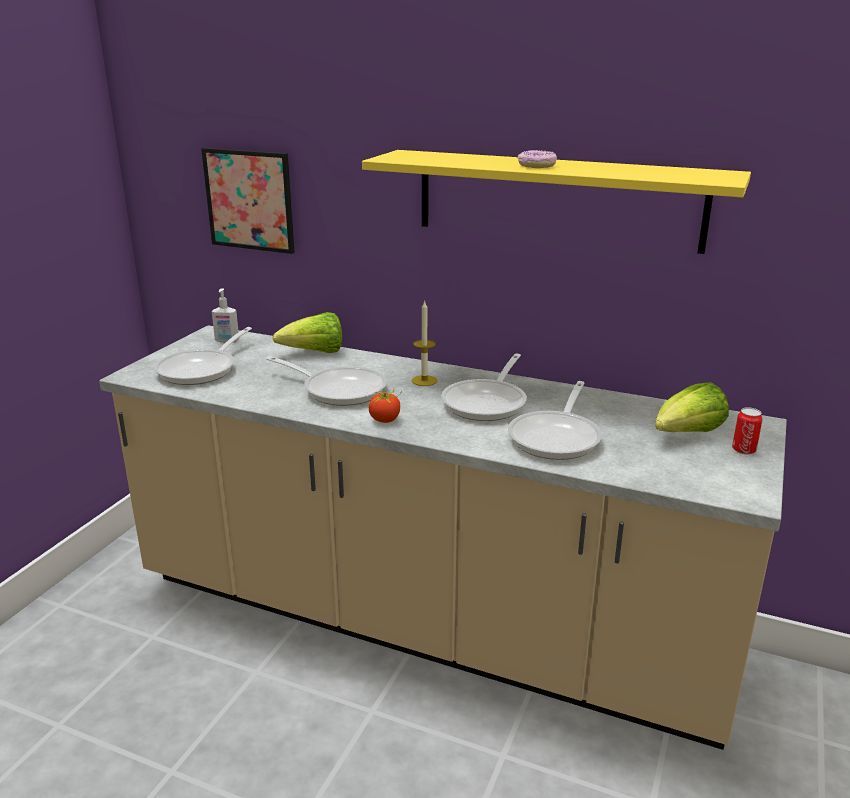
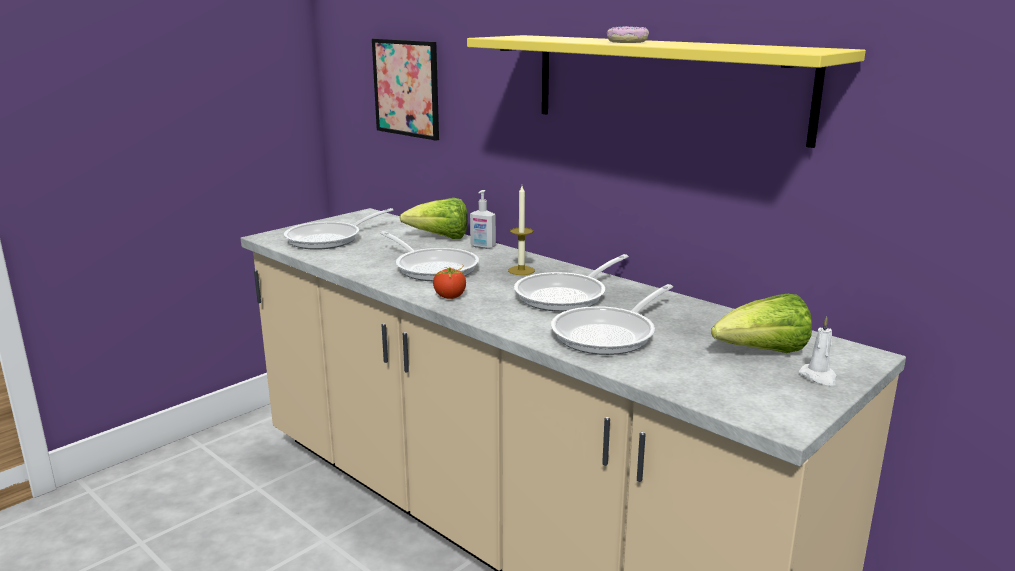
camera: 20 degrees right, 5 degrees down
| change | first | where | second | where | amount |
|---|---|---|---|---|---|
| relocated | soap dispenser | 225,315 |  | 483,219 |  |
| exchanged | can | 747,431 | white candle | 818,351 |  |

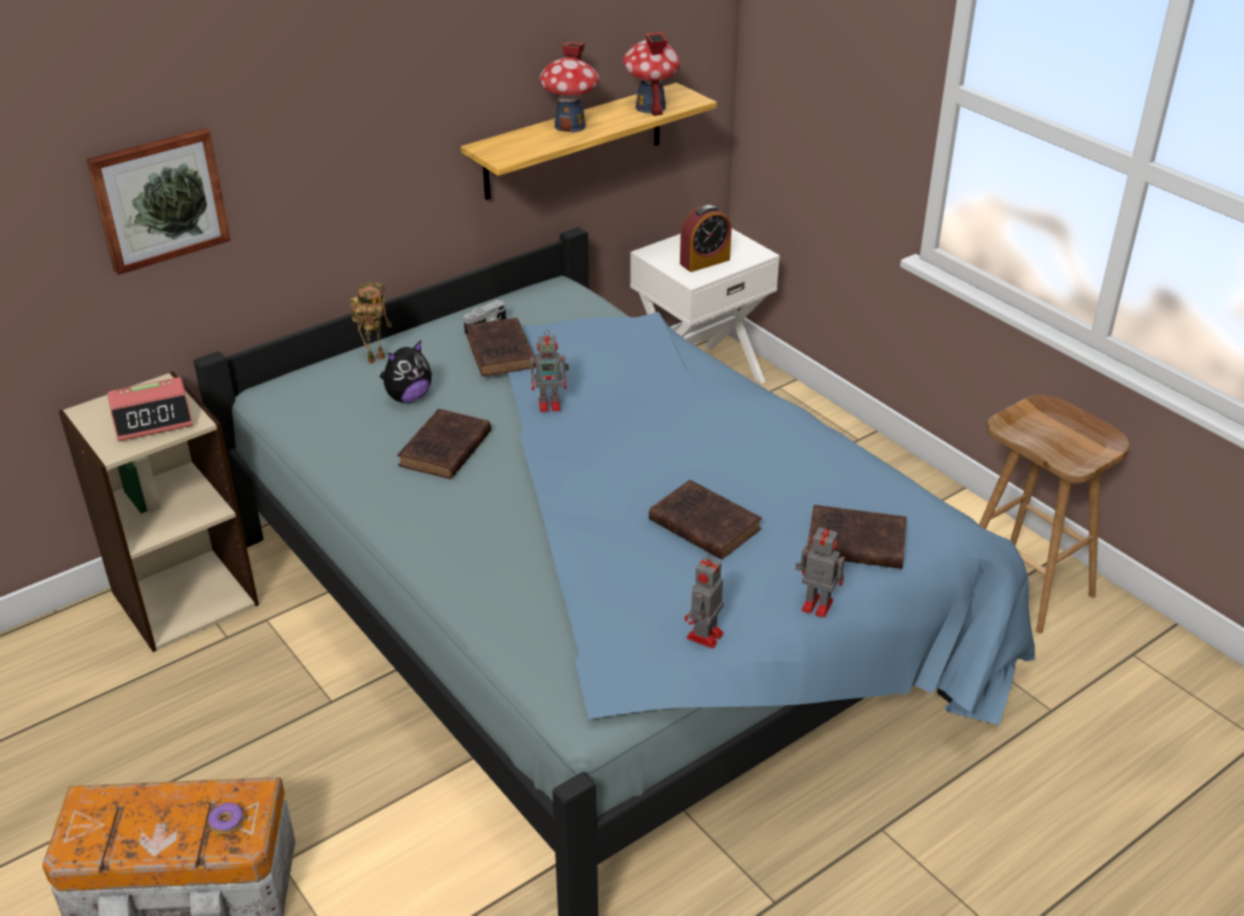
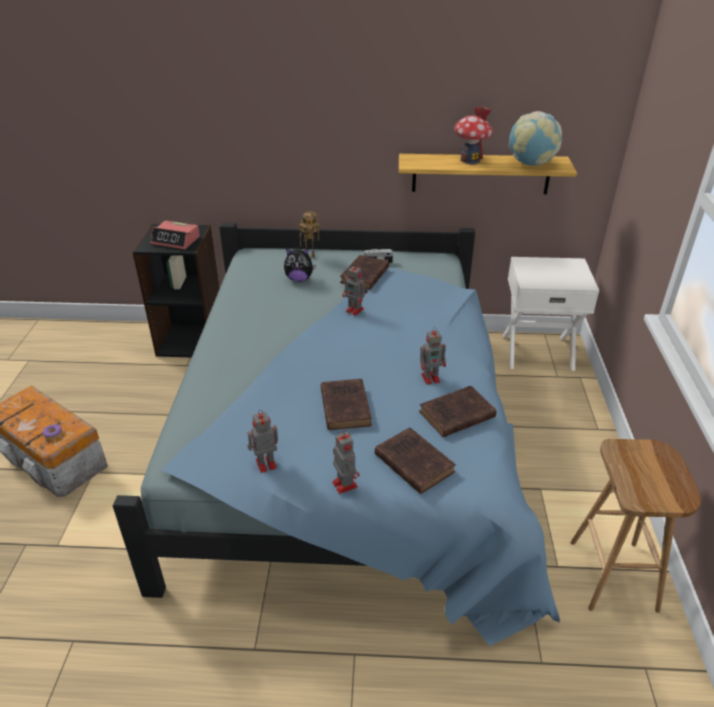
camera: 40 degrees right, 0 degrees up
| change | first | where | second | where | amount |
|---|---|---|---|---|---|
| colour | beige-coloured shelving unit | 158,511 | black shelving unit | 176,291 |  |
| missing | wall picture | 158,201 |  |  |  |
| relocated | brownish book | 444,444 |  | 457,411 |  |
| exchanged | miniature house | 651,74 | world globe | 535,138 |  |
| missing | alarm clock | 706,238 |  |  |  |
| appeared |  |  | robot figure | 433,355 |  |

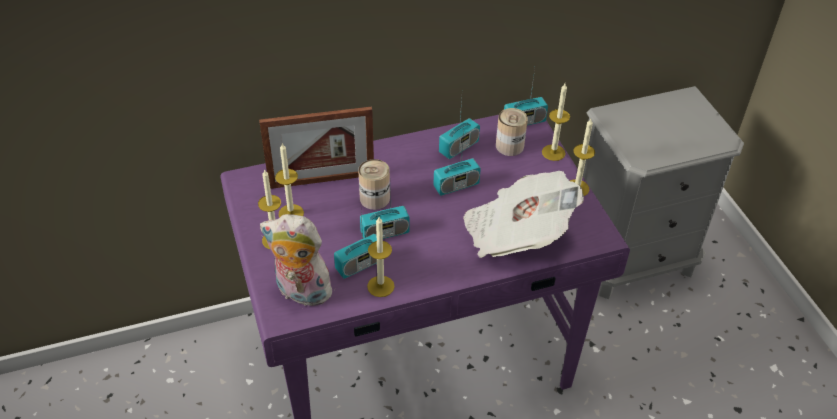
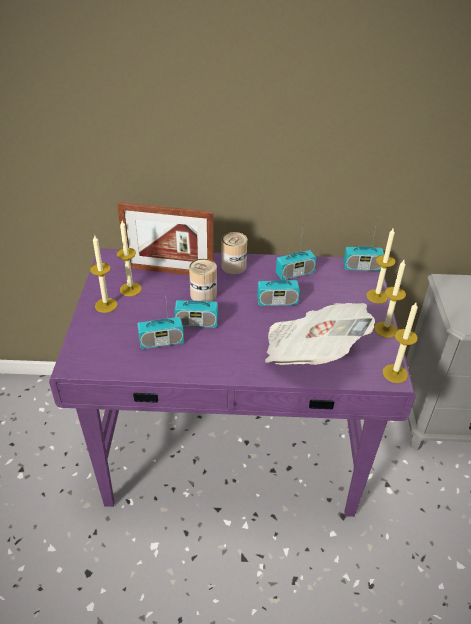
camera: 20 degrees right, 5 degrees down
| change | first | where | second | where | amount |
|---|---|---|---|---|---|
| missing | soft toy | 298,260 |  |  |  |
| relocated | candle | 381,257 |  | 400,343 |  |
| relocated | can | 512,132 |  | 234,253 |  |

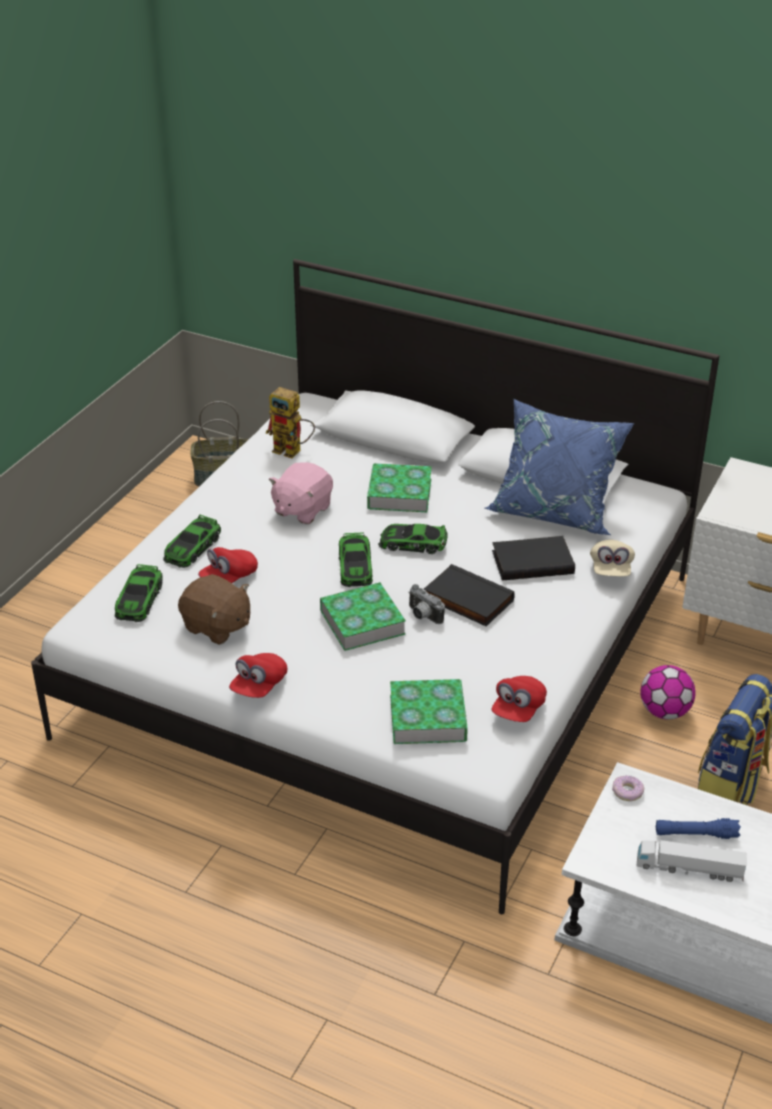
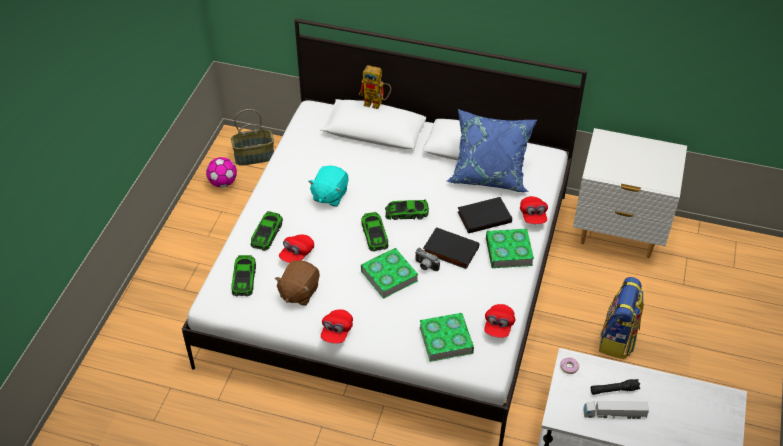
camera: 10 degrees left, 10 degrees up
| change | first | where | second | where | amount |
|---|---|---|---|---|---|
| spun | brownish soft toy | 214,609 |  | 297,283 | 90 degrees clockwise |
| relocated | robot figure | 290,422 |  | 375,87 |  |
| colour | pink soft toy | 301,493 | blue-green soft toy | 328,186 |  |
| relocated | book | 399,487 |  | 510,248 |  |
| colour | beige-coloured baseball cap | 612,558 | red baseball cap | 534,210 |  |
| relocated | football ball | 668,692 |  | 221,172 |  |
| colour | bluish torch | 698,828 | black torch | 615,387 |  |

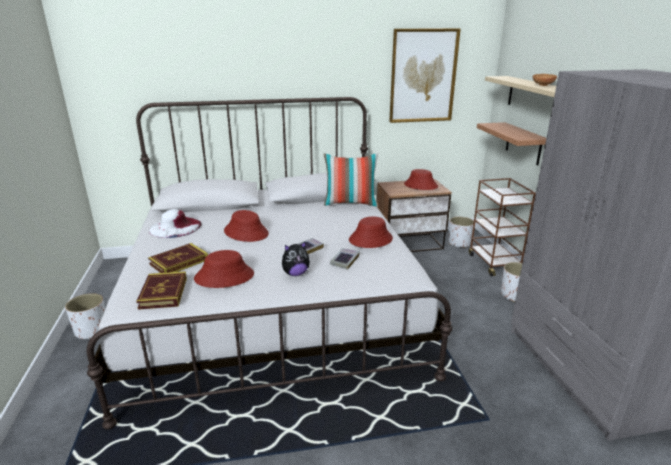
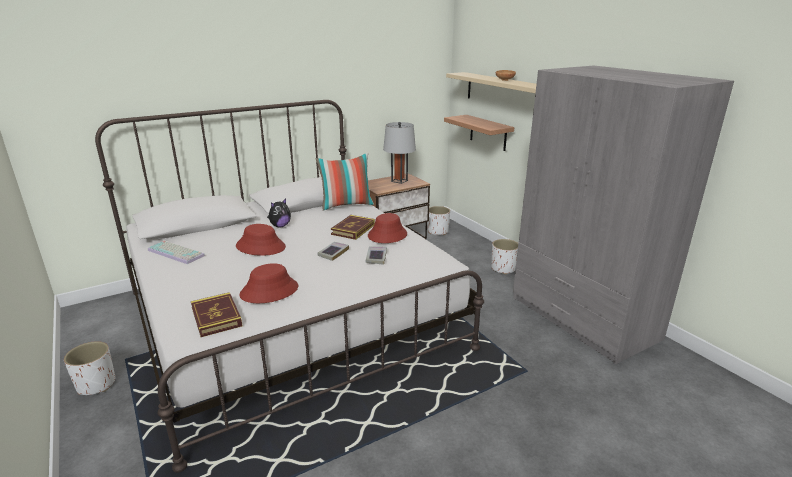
camera: 20 degrees left, 0 degrees up
| change | first | where | second | where | amount |
|---|---|---|---|---|---|
| relocated | book | 178,258 |  | 353,227 |  |
| exchanged | white hat | 175,223 | computer keyboard | 176,252 |  |
| relocated | soft toy | 296,259 |  | 279,213 |  |
| missing | wall picture | 425,75 |  |  |  |
| exchanged | red hat | 421,179 | grey lamp for a table | 399,153 |  |
| missing | brownish trolley | 502,227 |  |  |  |

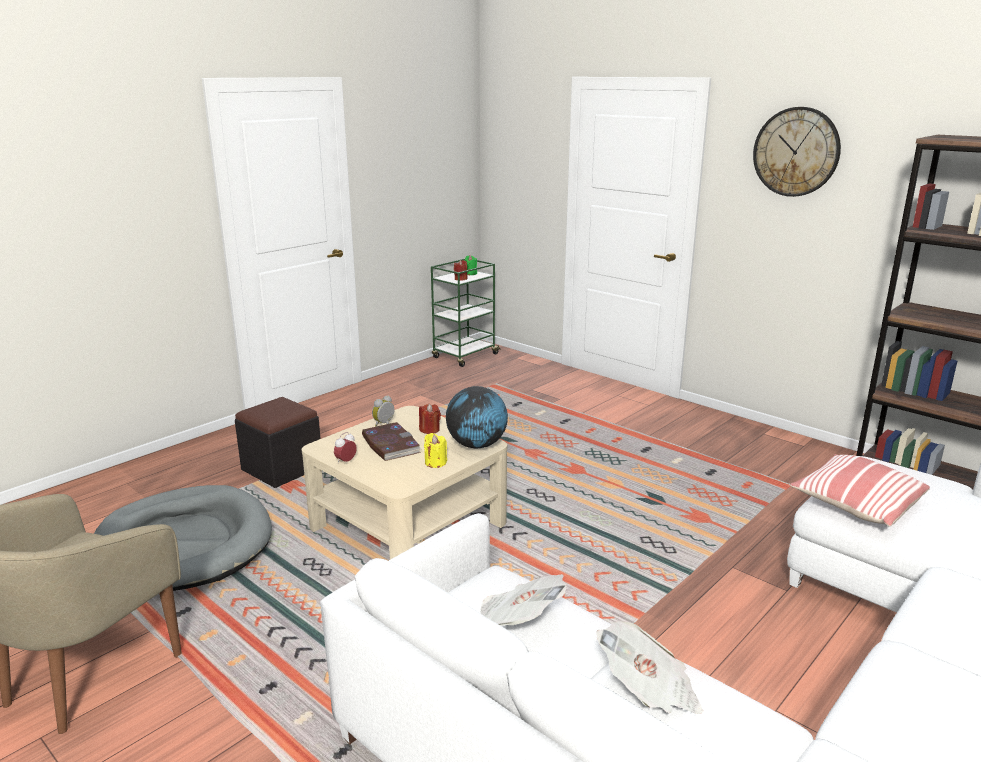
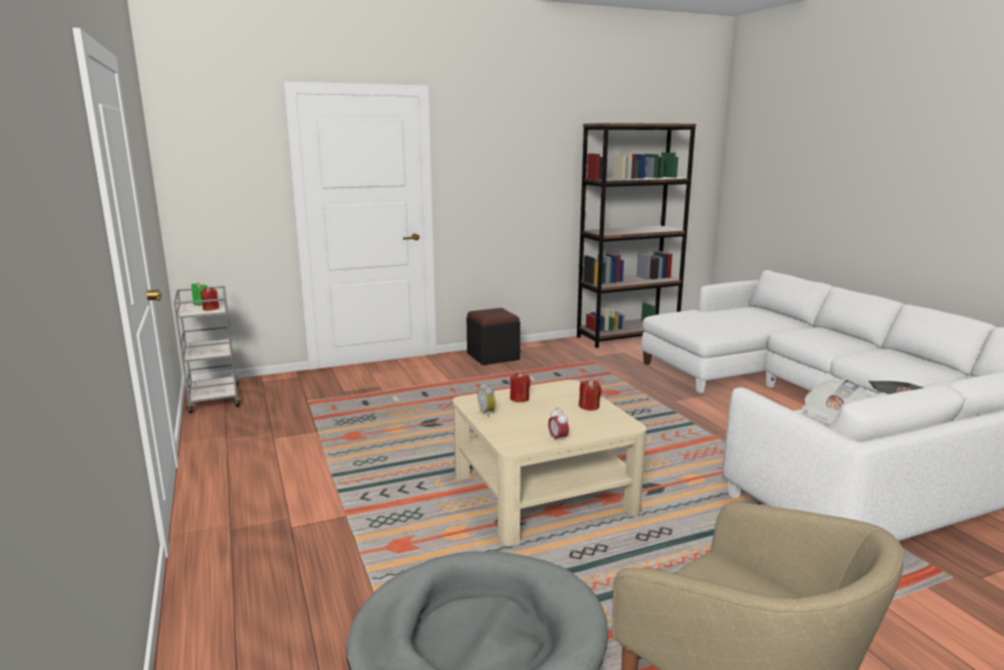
camera: 65 degrees left, 5 degrees down
| change | first | where | second | where | amount |
|---|---|---|---|---|---|
| relocated | black ottoman | 278,442 |  | 493,336 |  |
| missing | book | 392,441 |  |  |  |
| colour | yellow candle | 435,450 | red candle | 590,395 |  |
| colour | greenish trolley | 466,312 | grey trolley | 207,349 |  |
| missing | world globe | 477,417 |  |  |  |
| missing | clock on the wall | 797,152 |  |  |  |
| missing | pillow | 860,490 |  |  |  |

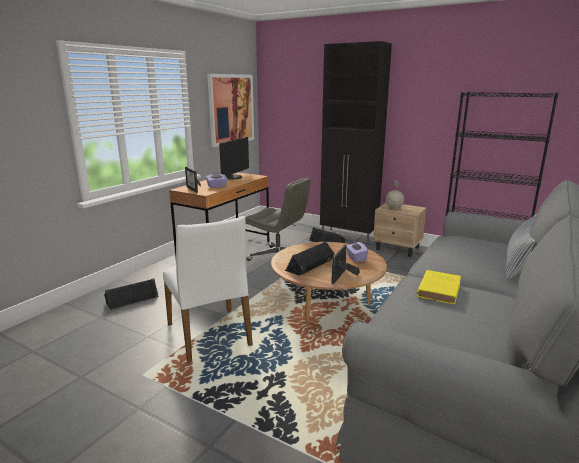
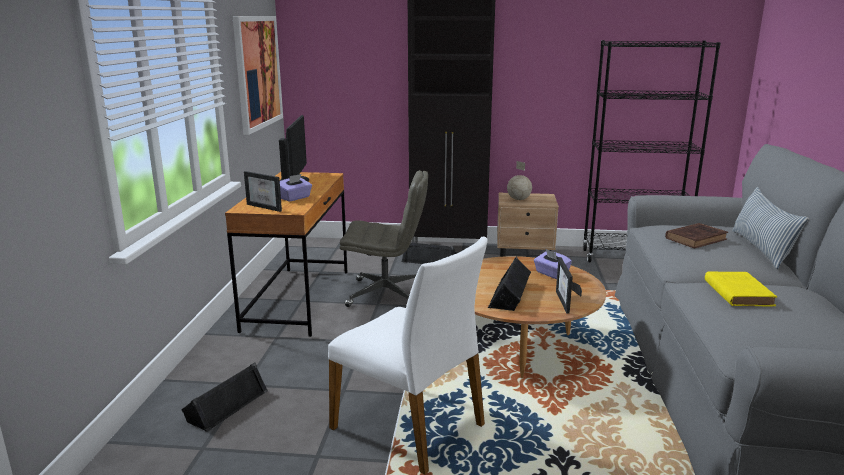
camera: 25 degrees left, 0 degrees up
| change | first | where | second | where | amount |
|---|---|---|---|---|---|
| appeared |  |  | brownish book | 696,235 |  |

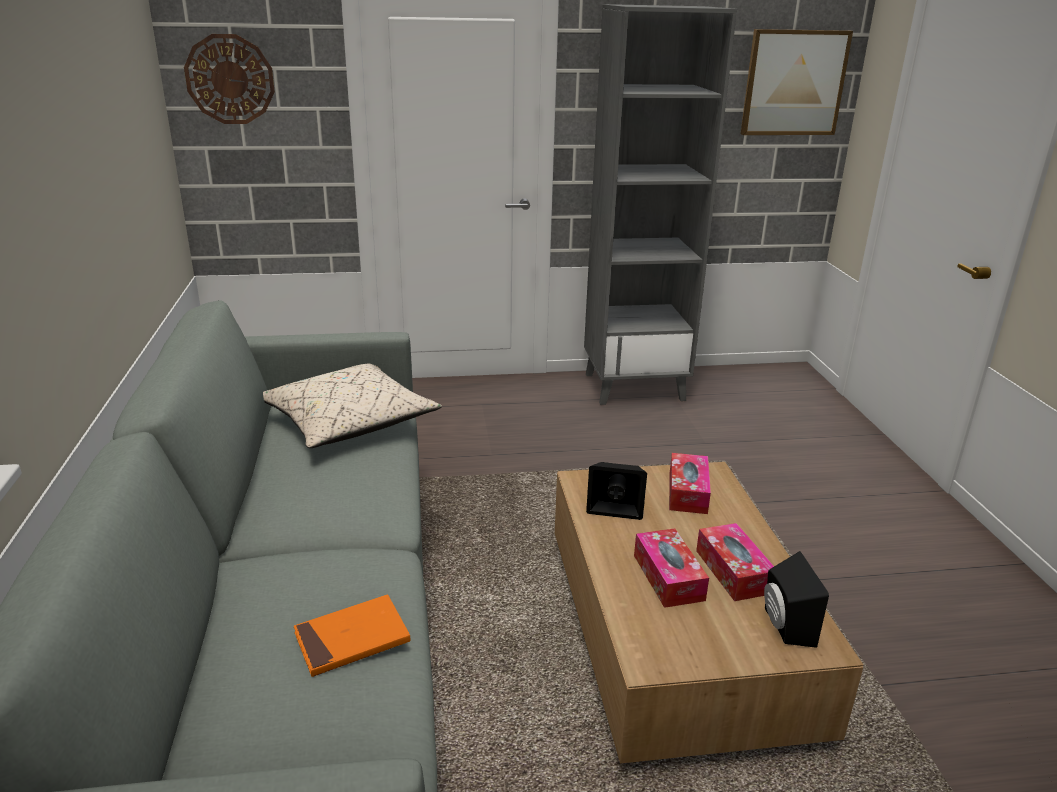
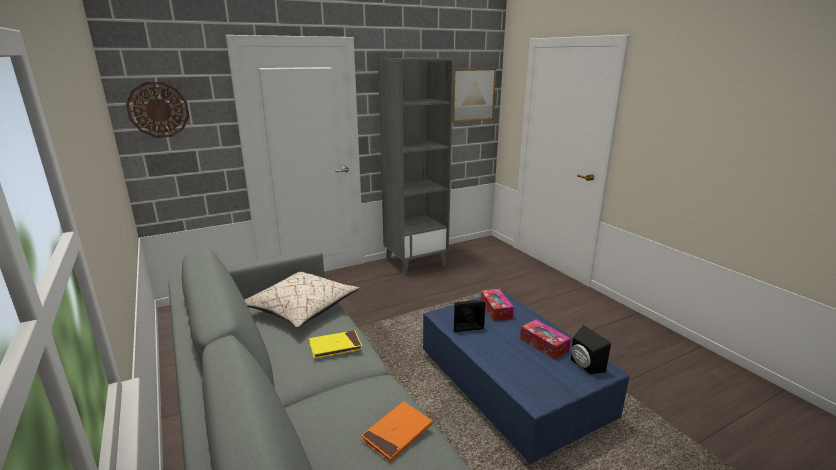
camera: 20 degrees left, 5 degrees down
| change | first | where | second | where | amount |
|---|---|---|---|---|---|
| colour | brownish coffee table | 709,613 | bluish coffee table | 526,377 |  |
| missing | tissue holder | 671,568 |  |  |  |
| appeared |  |  | yellow book | 335,344 |  |

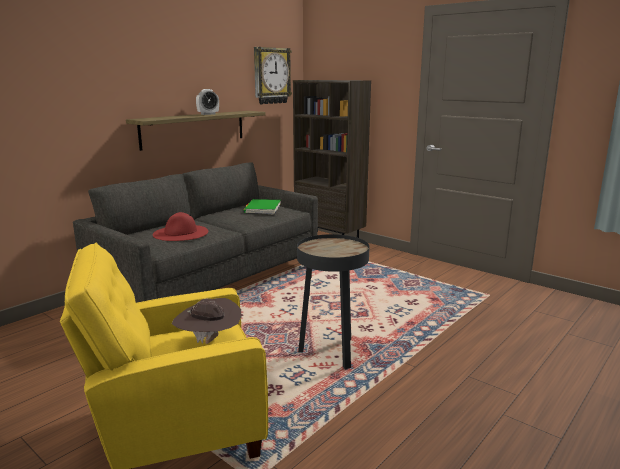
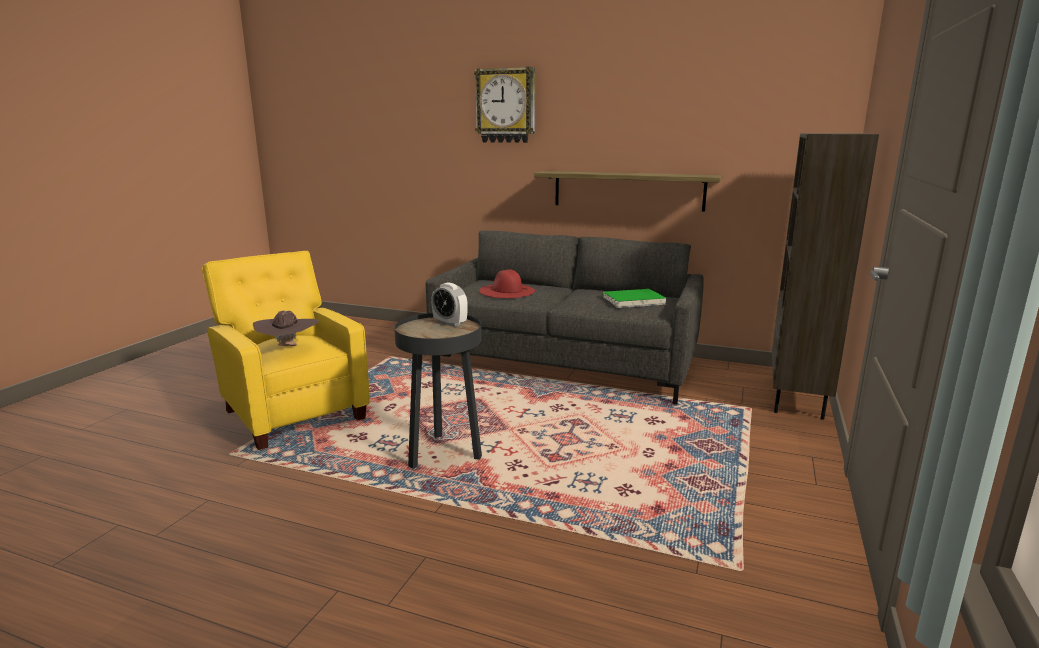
camera: 70 degrees right, 0 degrees up
| change | first | where | second | where | amount |
|---|---|---|---|---|---|
| relocated | alarm clock | 207,102 |  | 449,304 |  |
| relocated | clock on the wall | 273,75 |  | 504,105 |  |

